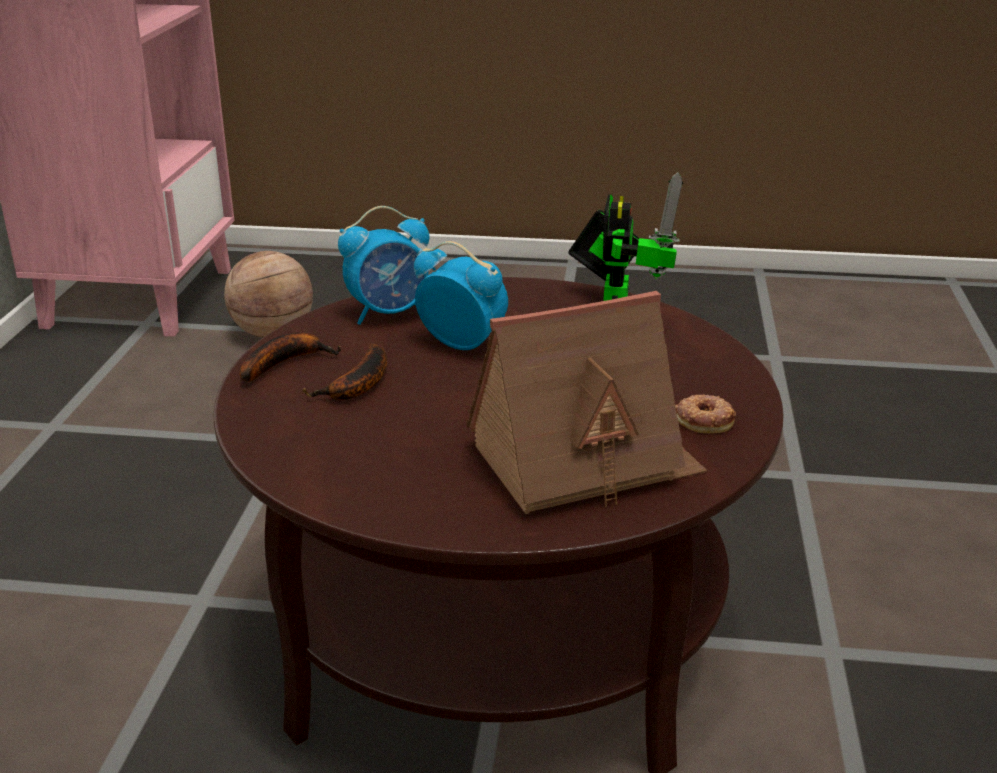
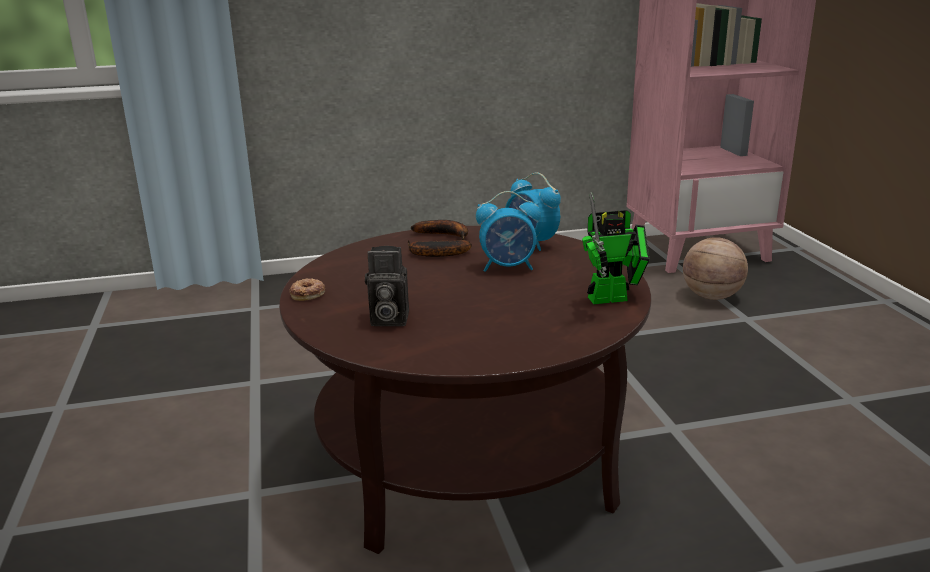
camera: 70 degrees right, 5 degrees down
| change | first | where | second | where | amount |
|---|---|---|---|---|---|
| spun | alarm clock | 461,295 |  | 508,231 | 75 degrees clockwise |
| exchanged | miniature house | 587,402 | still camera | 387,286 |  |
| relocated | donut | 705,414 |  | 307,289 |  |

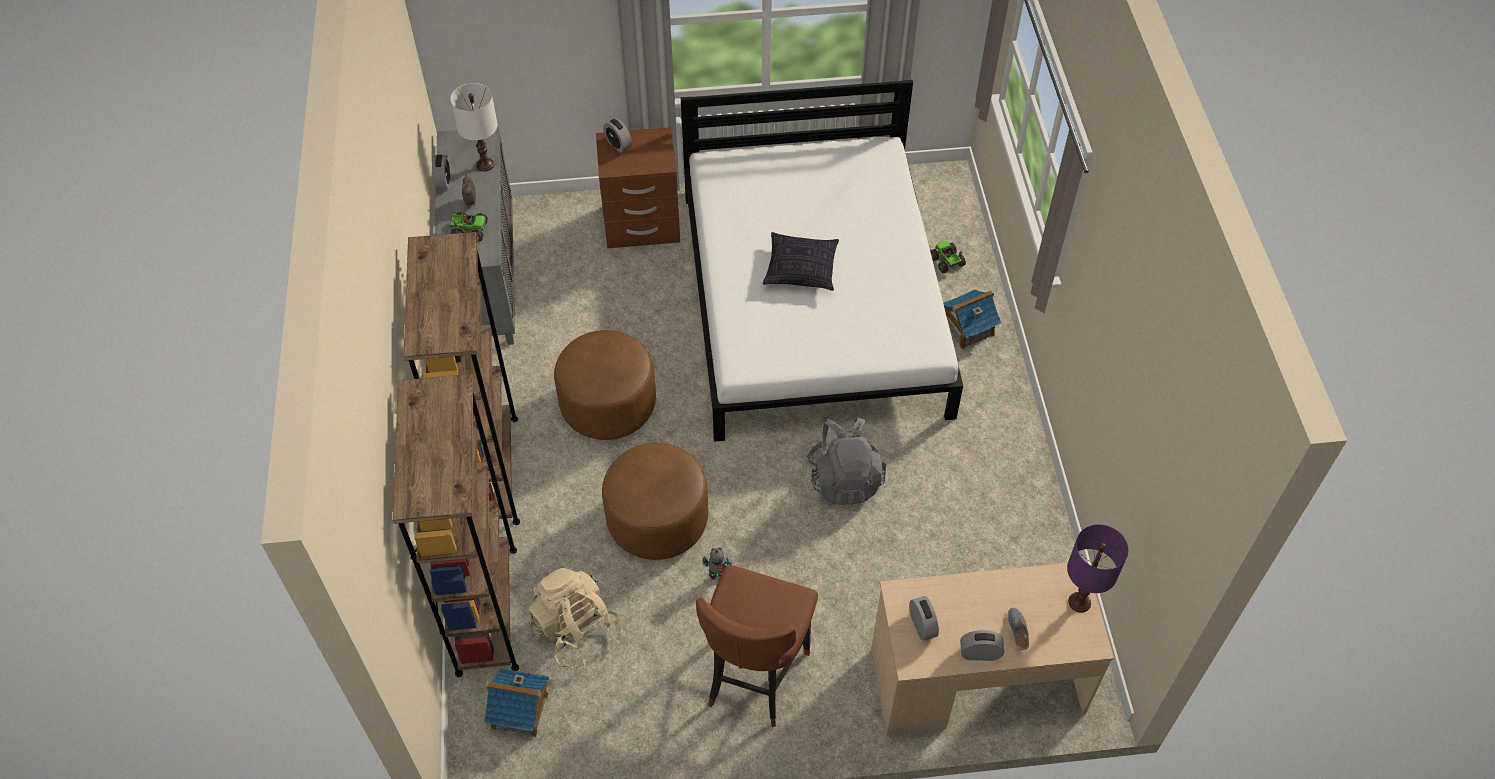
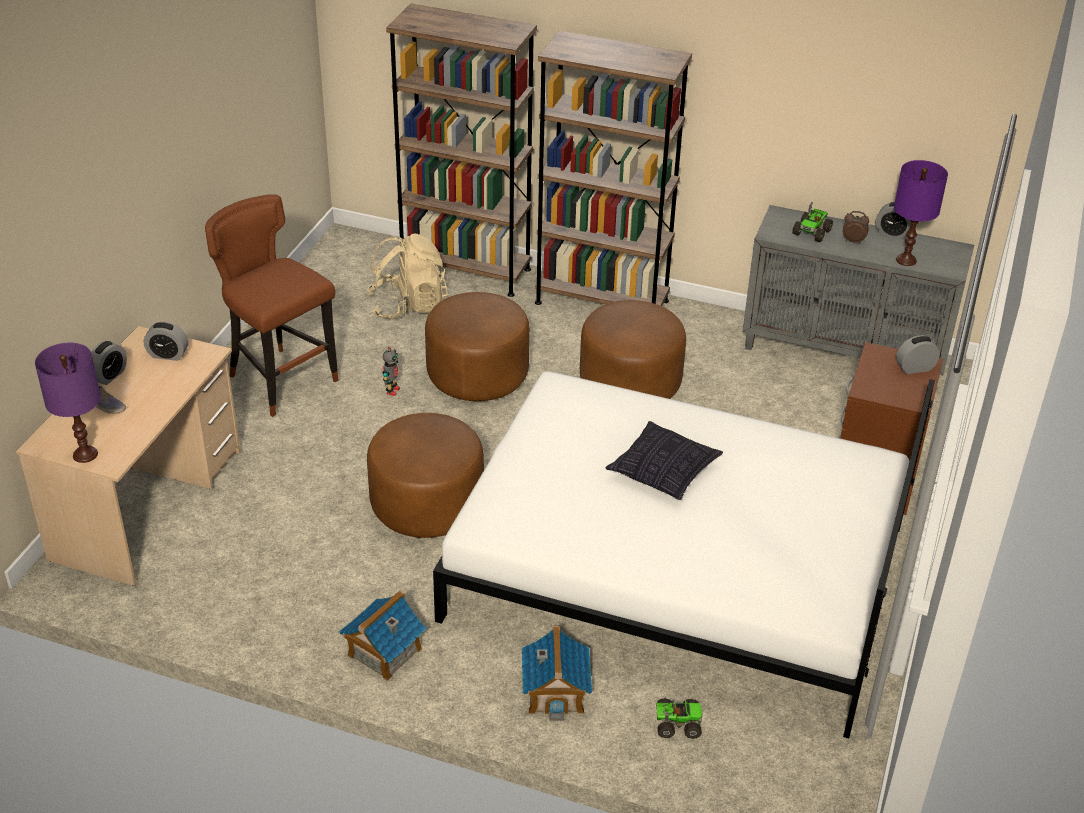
camera: 115 degrees right, 15 degrees down
| change | first | where | second | where | amount |
|---|---|---|---|---|---|
| colour | white lamp for a table | 474,127 | purplish lamp for a table | 921,213 |  |
| relocated | miniature house | 516,702 |  | 383,635 |  |
| exchanged | grey backpack | 846,461 | brownish ottoman | 425,475 |  |

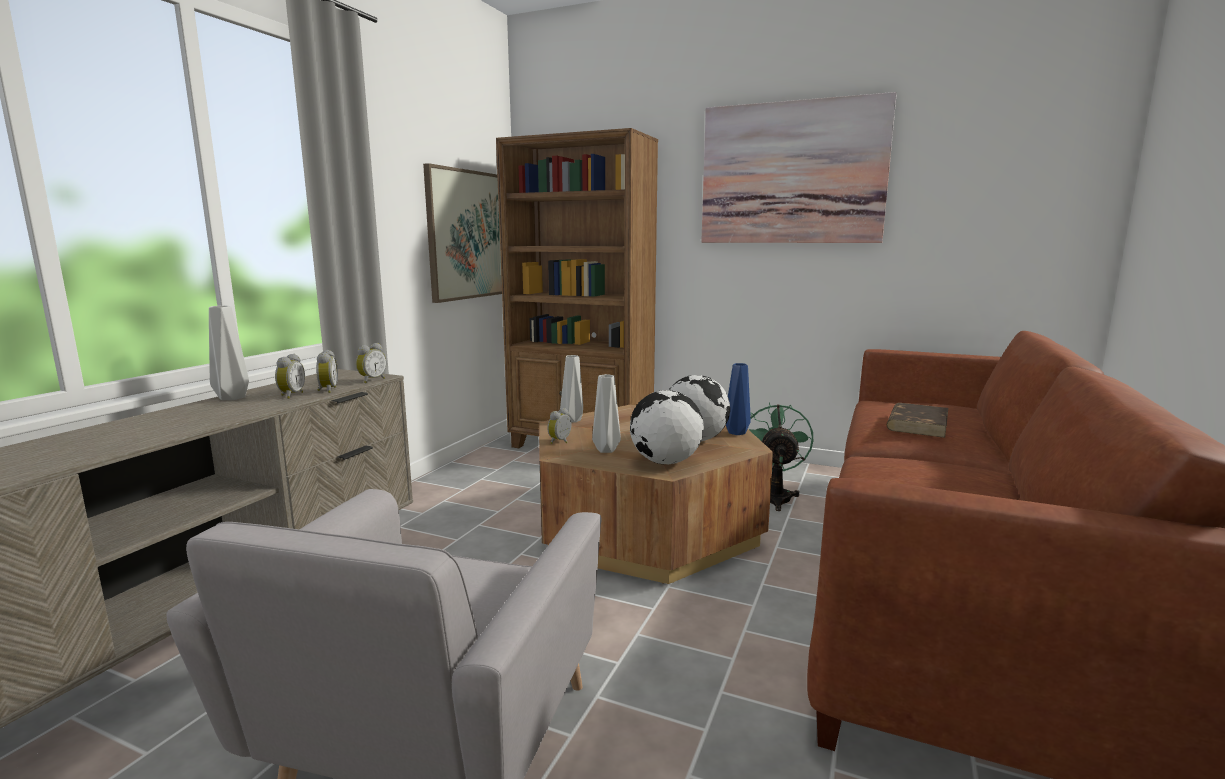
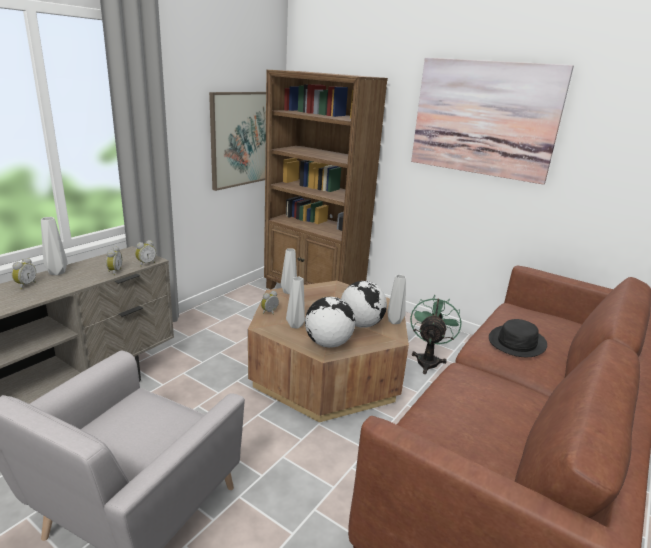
camera: 10 degrees right, 10 degrees up
| change | first | where | second | where | amount |
|---|---|---|---|---|---|
| relocated | alarm clock | 290,376 |  | 24,273 |  |
| colour | bluish decorative vase | 738,399 | grey decorative vase | 396,299 |  |
| exchanged | brownish book | 917,420 | black hat | 518,338 |  |

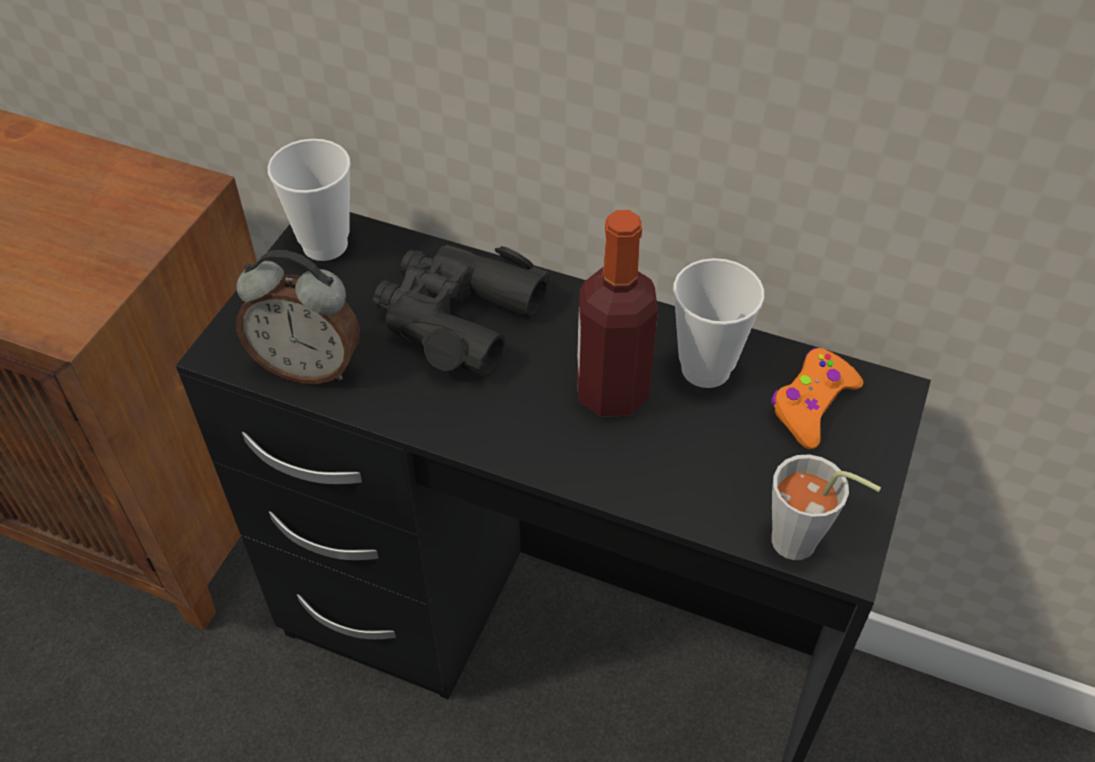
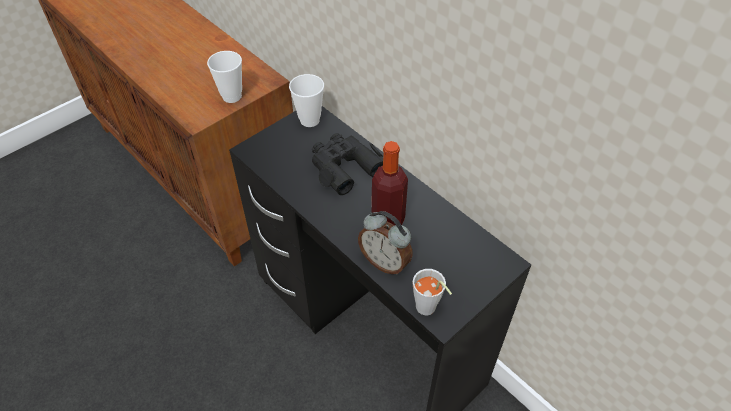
camera: 25 degrees right, 0 degrees up
| change | first | where | second | where | amount |
|---|---|---|---|---|---|
| relocated | alarm clock | 298,317 |  | 385,243 |  |
| relocated | small cup | 718,323 |  | 224,77 |  |
| missing | orange-coloured gamepad | 817,398 |  |  |  |

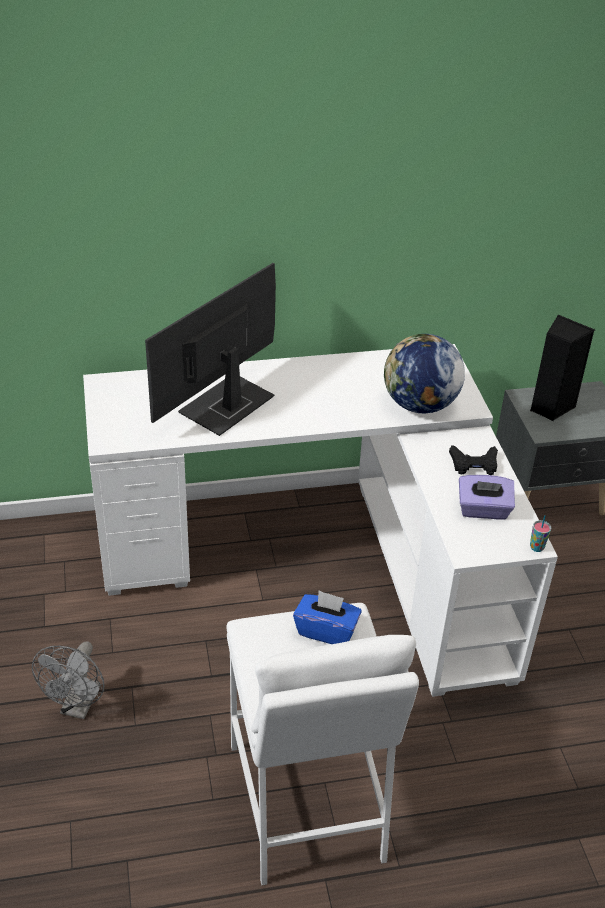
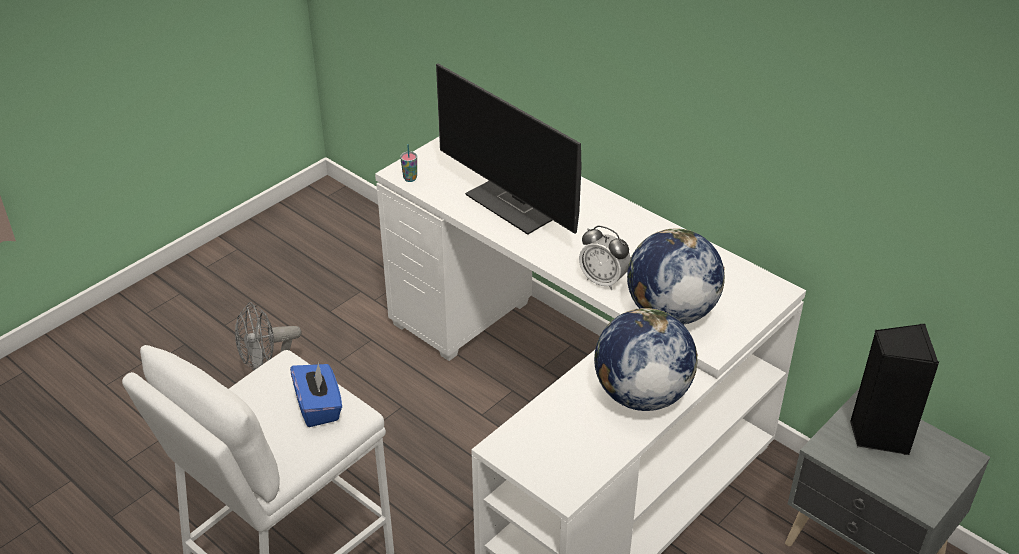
camera: 55 degrees right, 0 degrees up
| change | first | where | second | where | amount |
|---|---|---|---|---|---|
| spun | computer display | 210,349 |  | 508,149 | 135 degrees counterclockwise |
| exchanged | black gamepad | 473,460 | world globe | 646,359 |  |
| missing | purplish tissue holder | 487,497 |  |  |  |
| relocated | small cup | 540,533 |  | 408,163 |  |
| appeared |  |  | alarm clock | 605,258 |  |

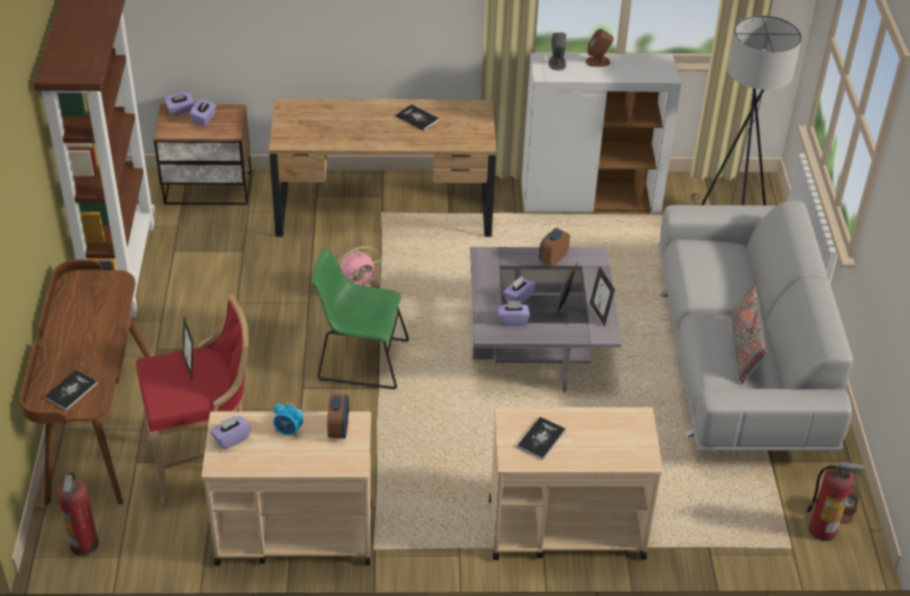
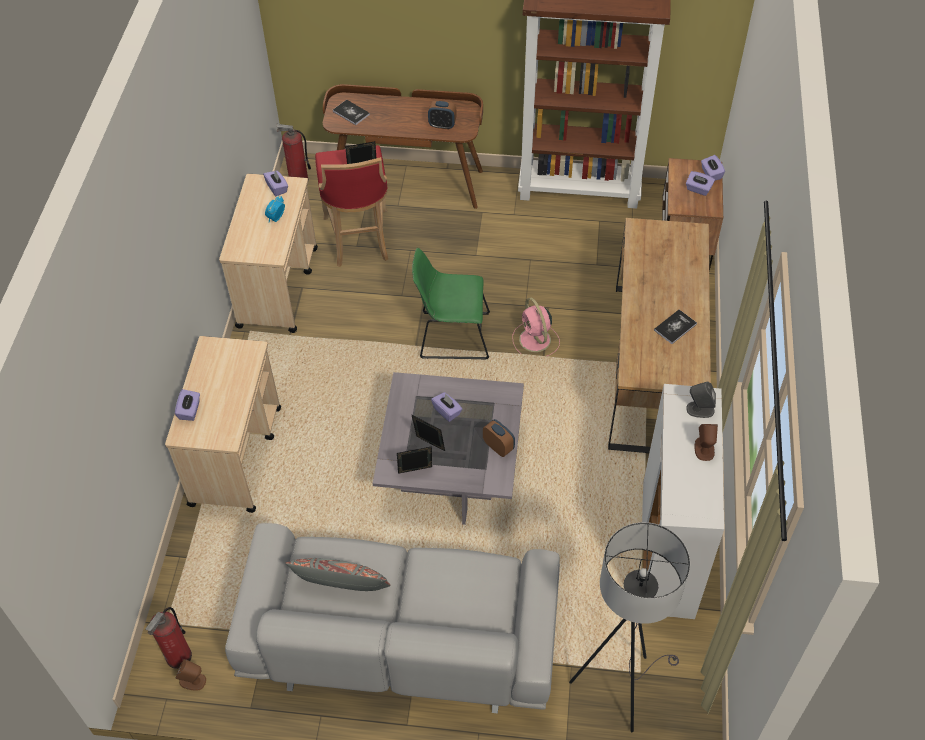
camera: 100 degrees right, 10 degrees up
| change | first | where | second | where | amount |
|---|---|---|---|---|---|
| spun | greenish upright chair | 360,318 |  | 451,303 | 105 degrees counterclockwise |
| relocated | alarm clock | 338,416 |  | 442,115 |  |
| relocated | purplish tissue holder | 514,313 |  | 187,405 |  |
| missing | book | 541,438 |  |  |  |

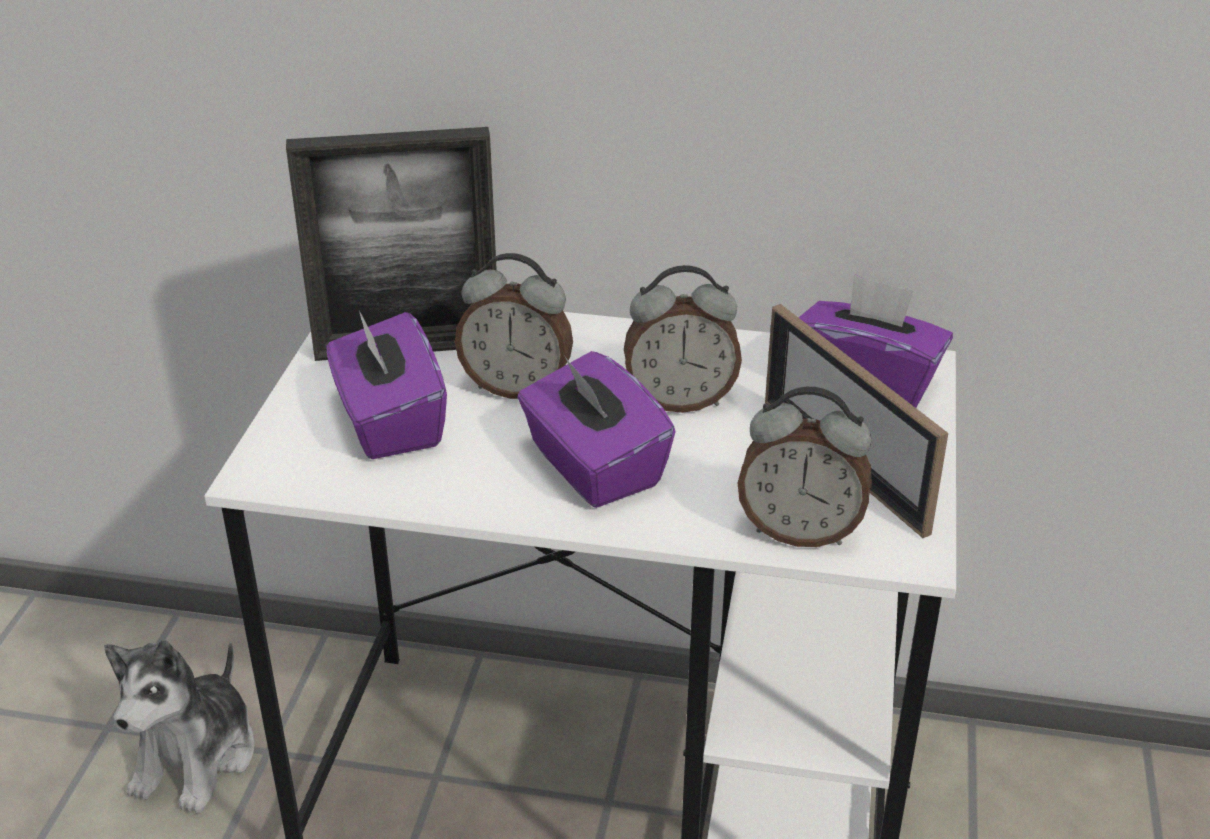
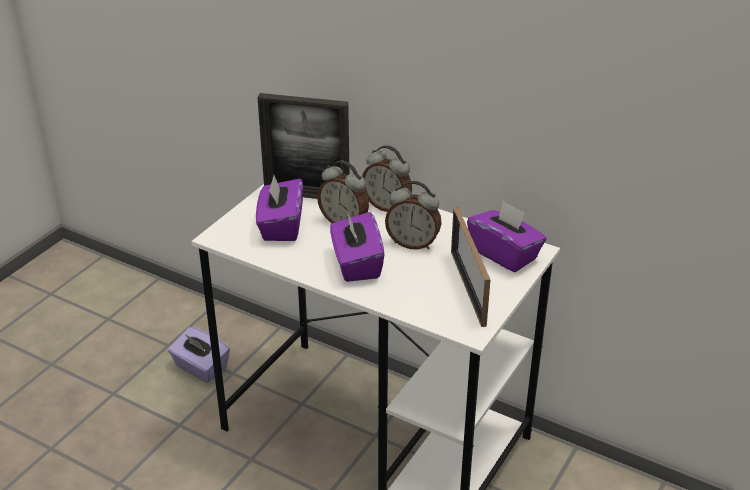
camera: 20 degrees right, 0 degrees up
| change | first | where | second | where | amount |
|---|---|---|---|---|---|
| exchanged | soft toy | 179,727 | purplish tissue holder | 199,355 |  |
| relocated | alarm clock | 805,467 |  | 387,178 |  |

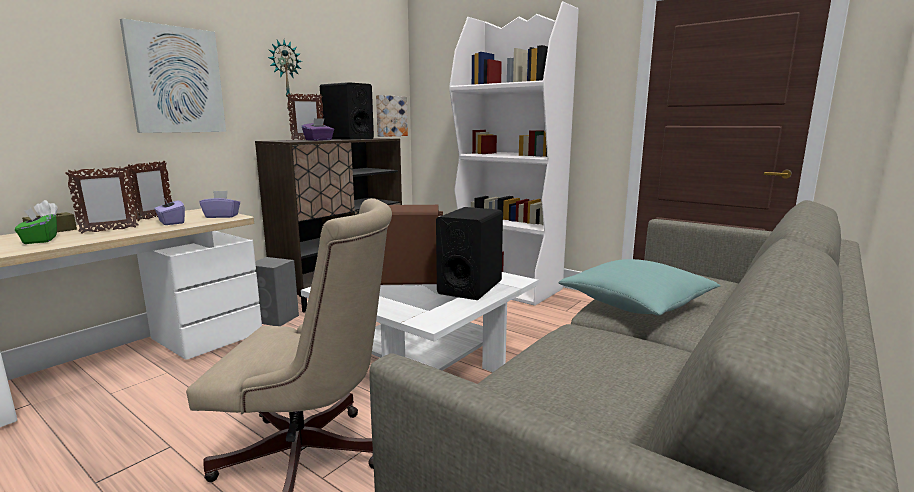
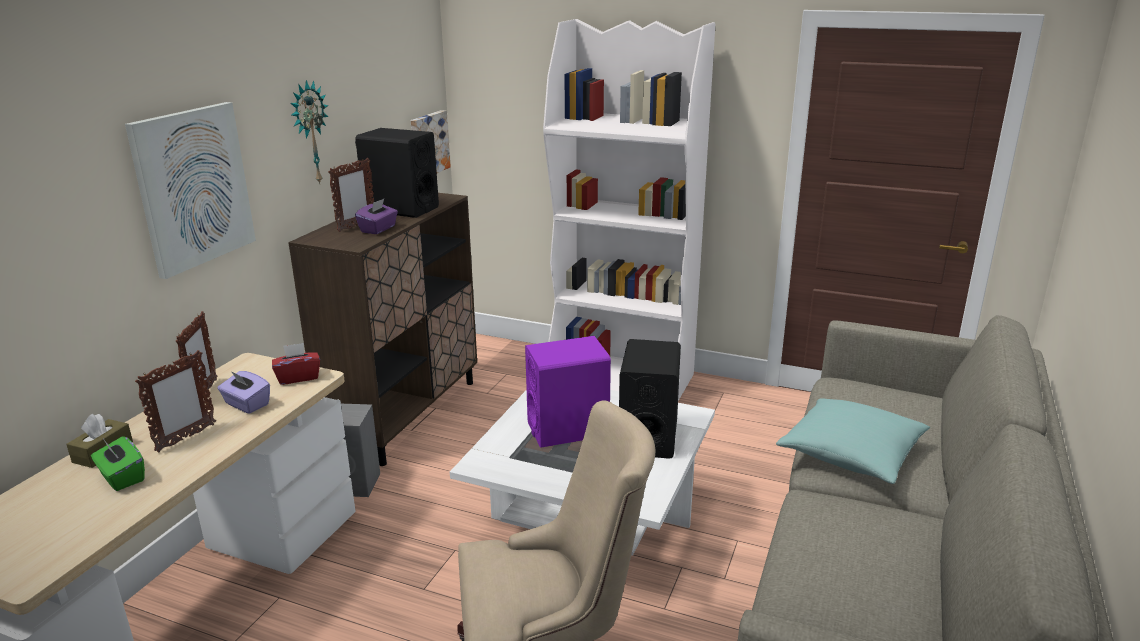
camera: 15 degrees left, 10 degrees up
| change | first | where | second | where | amount |
|---|---|---|---|---|---|
| colour | purplish tissue holder | 219,204 | red tissue holder | 296,364 |  |
| colour | brownish speaker | 412,245 | purplish speaker | 568,392 |  |

